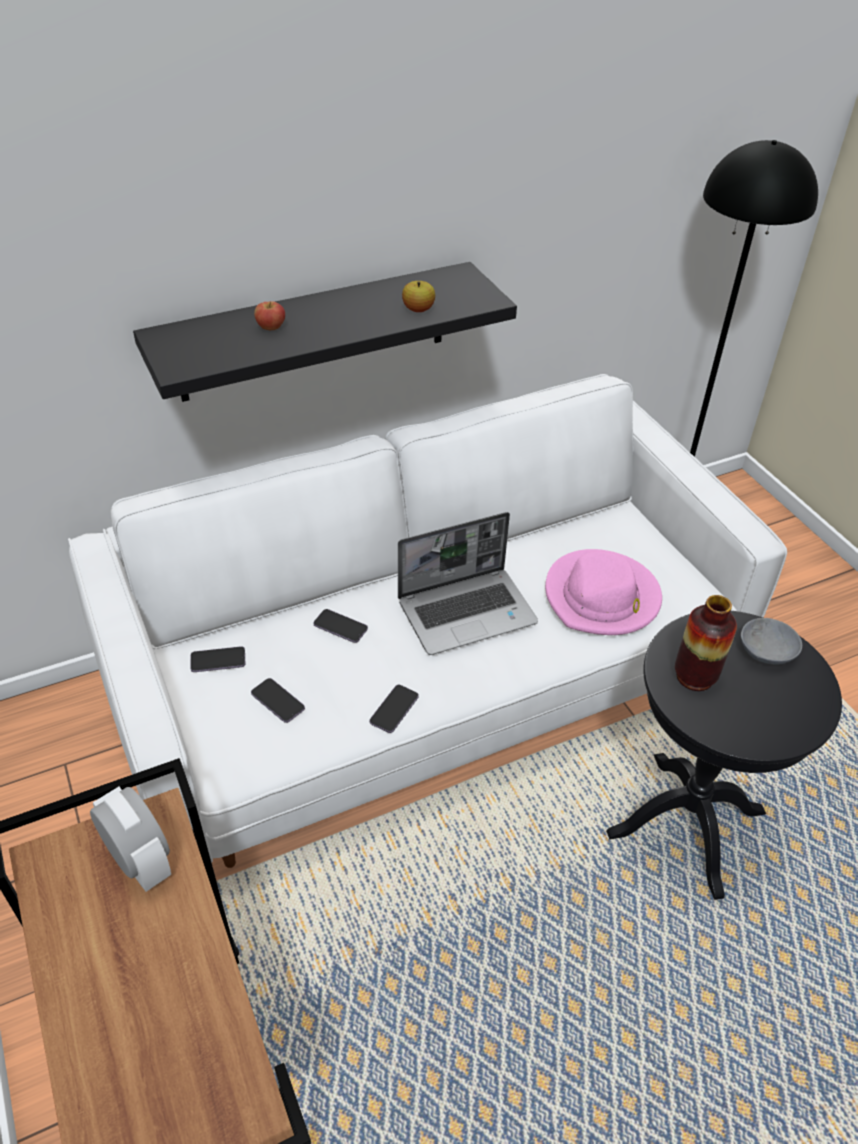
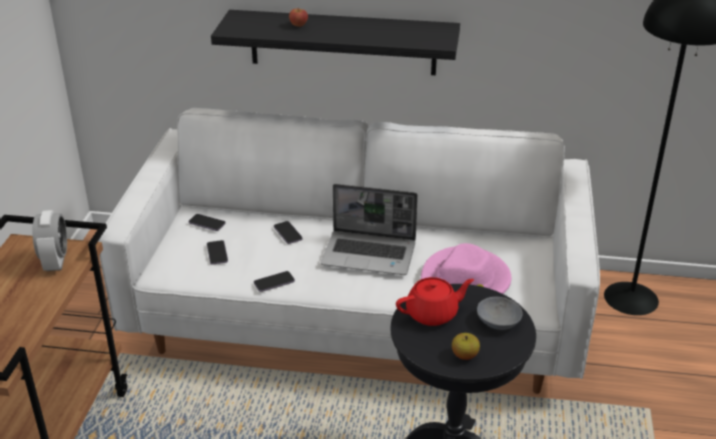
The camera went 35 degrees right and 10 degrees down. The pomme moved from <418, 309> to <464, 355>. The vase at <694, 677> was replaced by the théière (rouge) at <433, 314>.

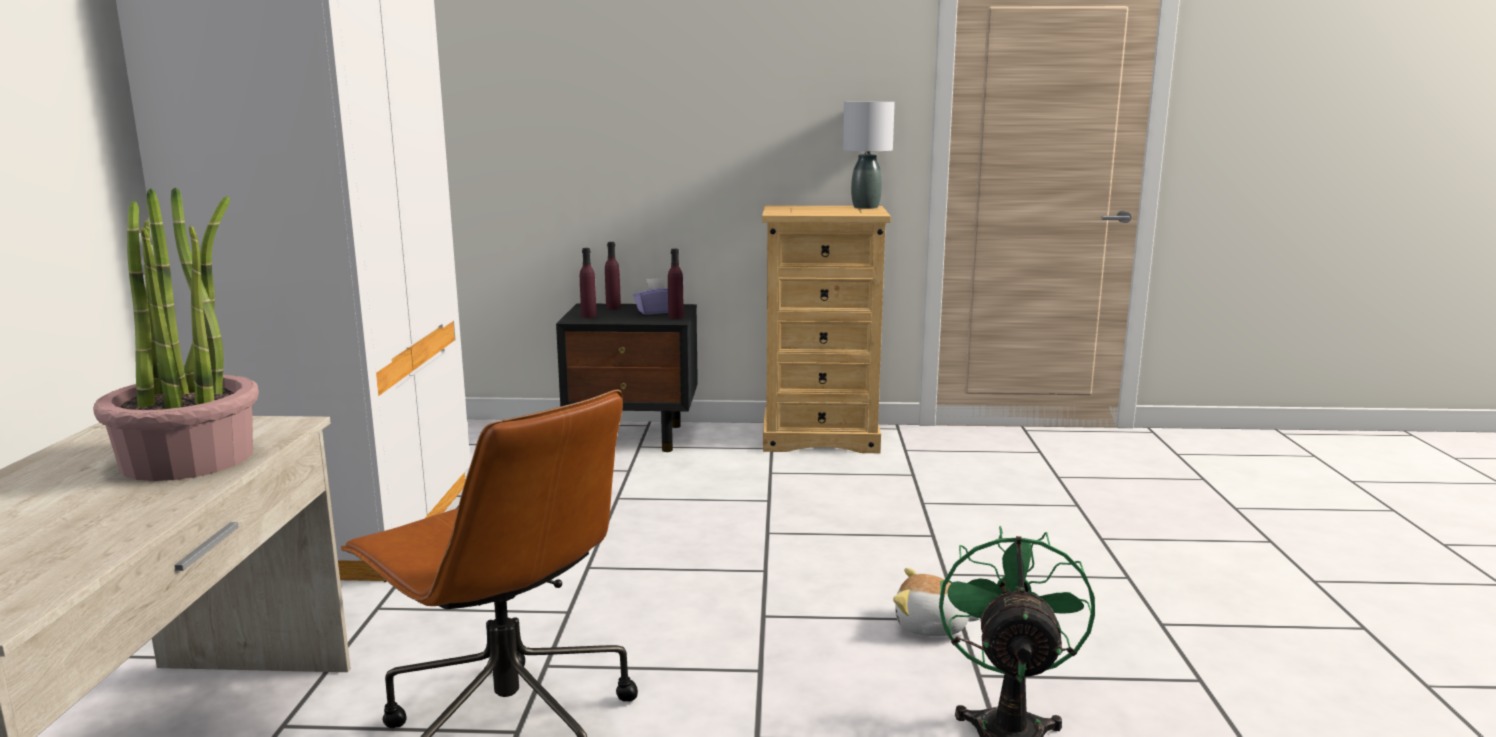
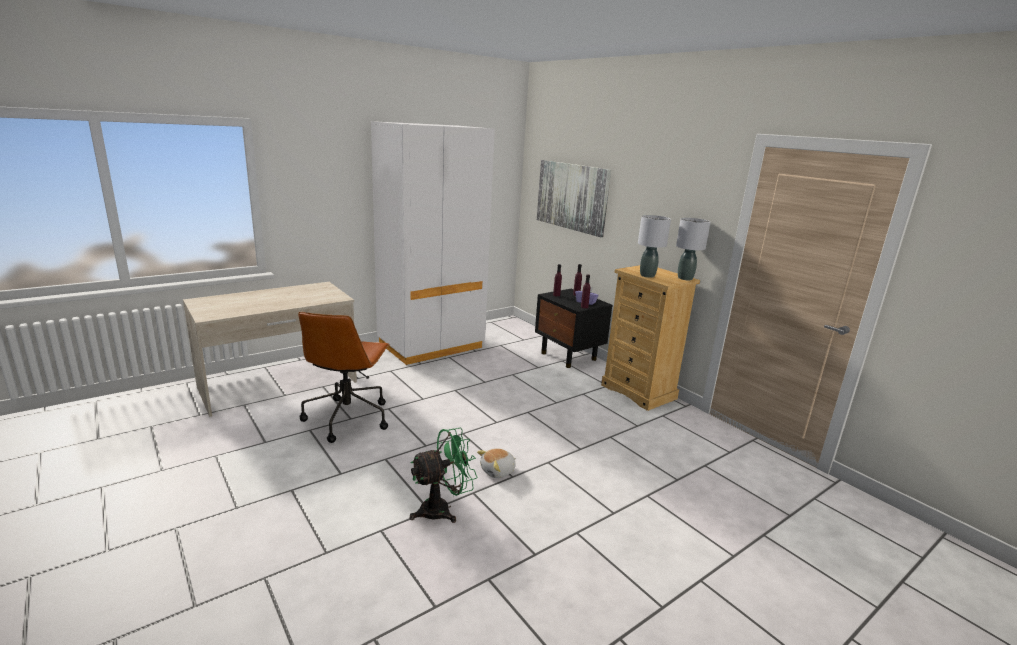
The camera went 50 degrees right and 5 degrees up. The plante en pot at <189, 458> disappeared. The tableau at <572, 196> appeared. The lampe de table (gris) at <647, 275> appeared. The peluche at <931, 626> turned 105 degrees counterclockwise.

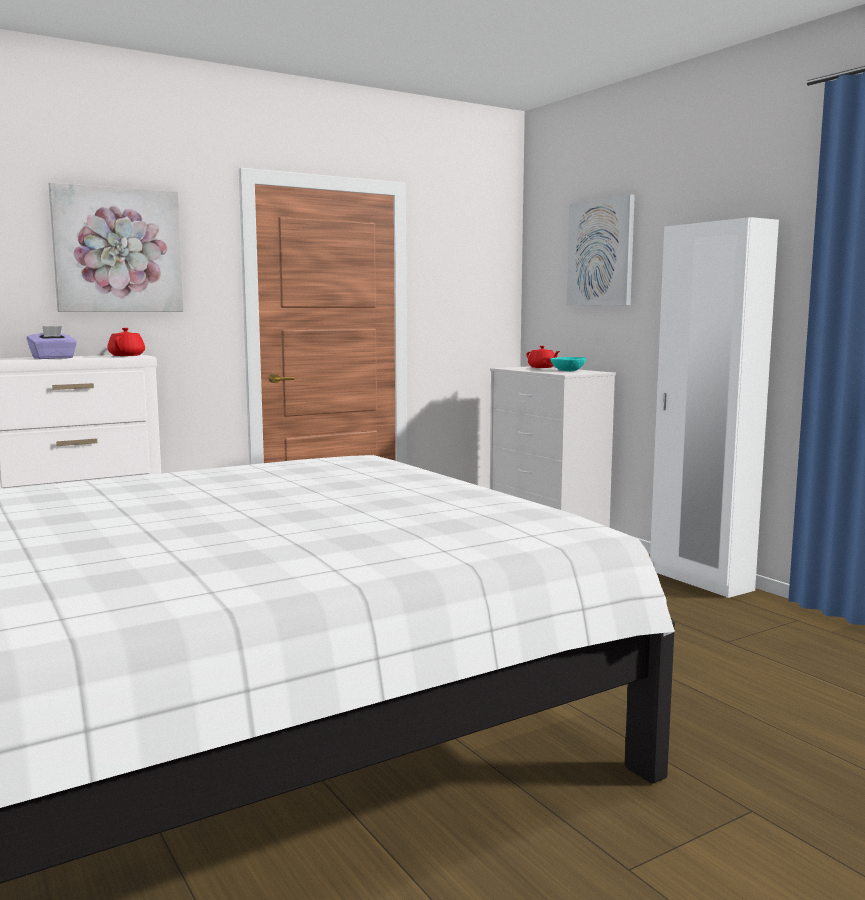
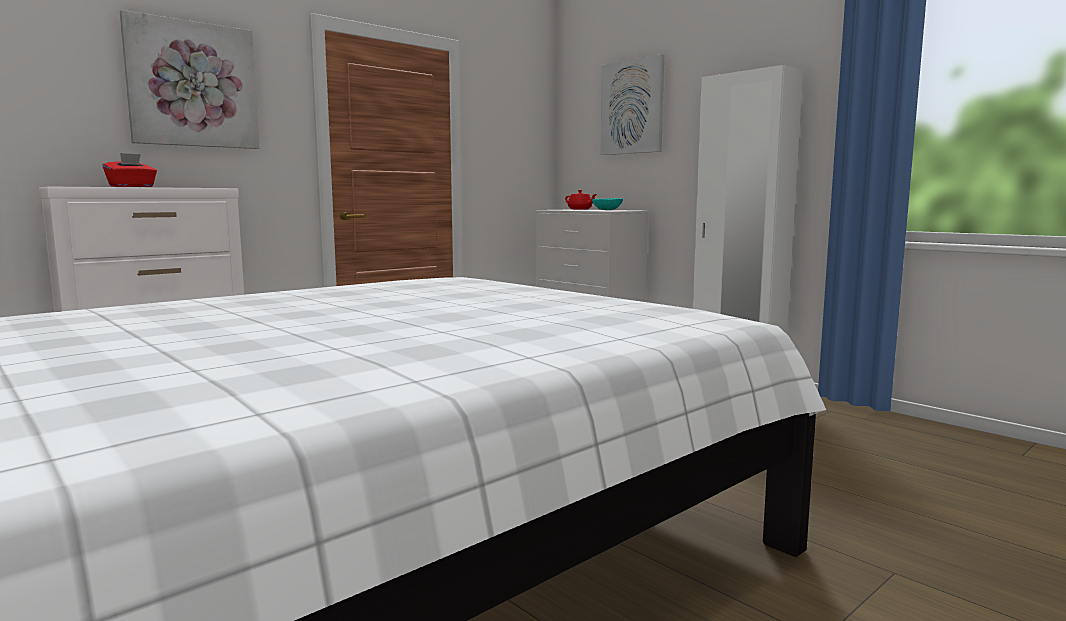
The camera went 10 degrees left and 0 degrees up. The théière (rouge) at <127, 355> disappeared. The boîte à mouchoirs (violet) at <53, 358> became the boîte à mouchoirs (rouge) at <132, 186>.

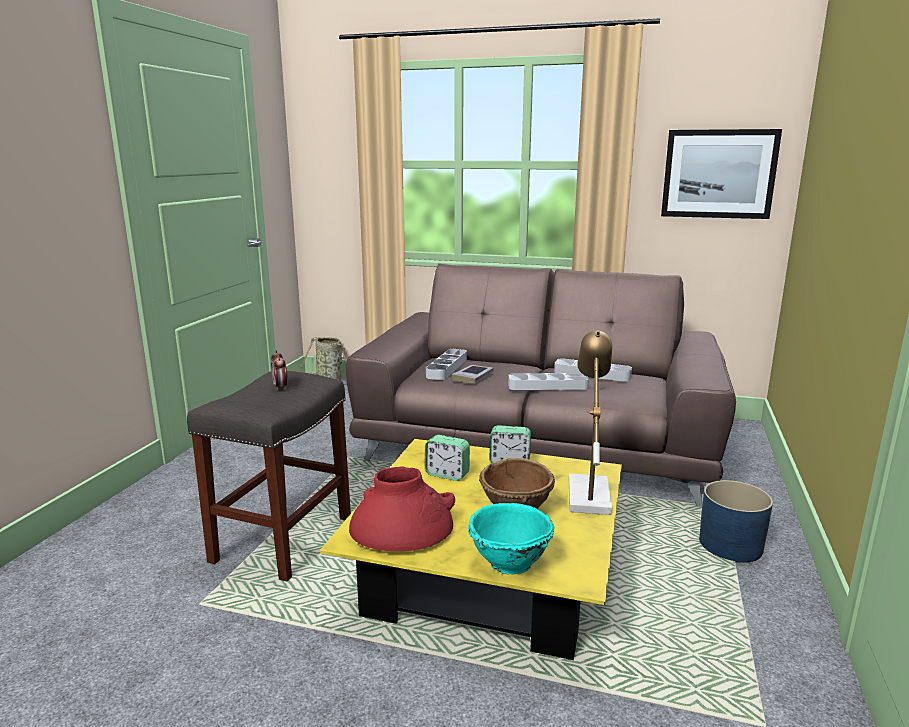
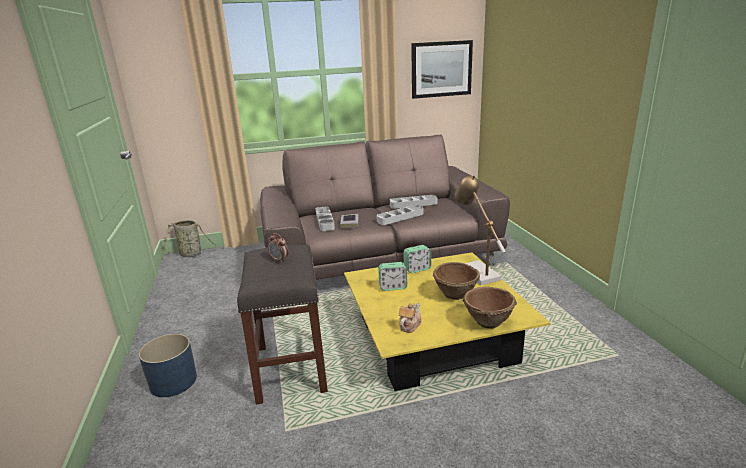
The camera went 30 degrees left and 5 degrees up. The cache-pot (bleu) moved from <730, 545> to <173, 381>. The vase (rouge) at <401, 527> was replaced by the théière at <409, 325>. The bol (turquoise) at <509, 563> became the bol (marron) at <487, 322>.

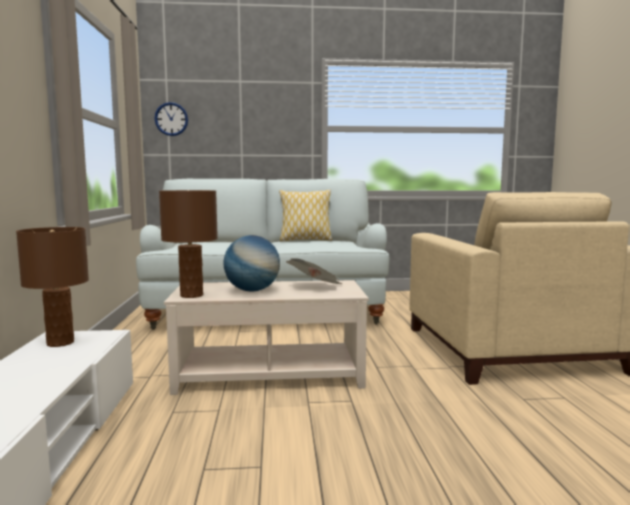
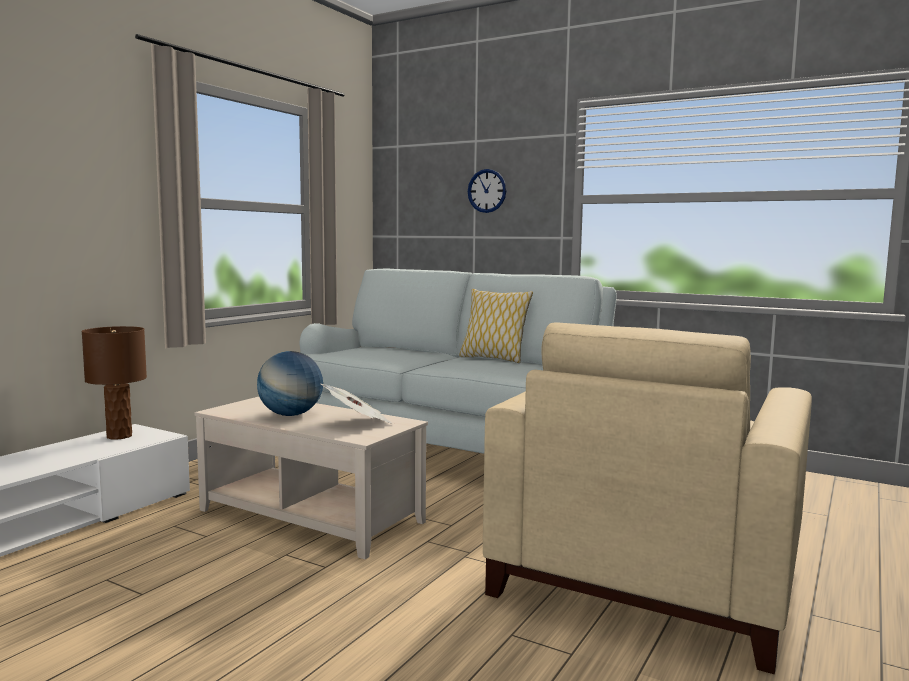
The camera went 35 degrees right and 0 degrees up. The lampe de table (marron) at <191, 295> disappeared. The horloge murale moved from <171, 119> to <487, 191>.

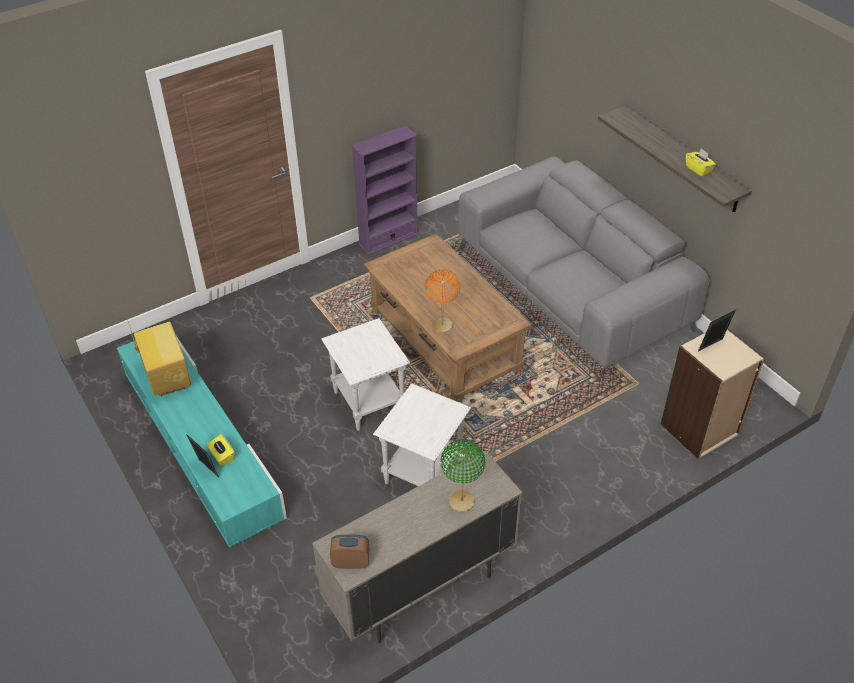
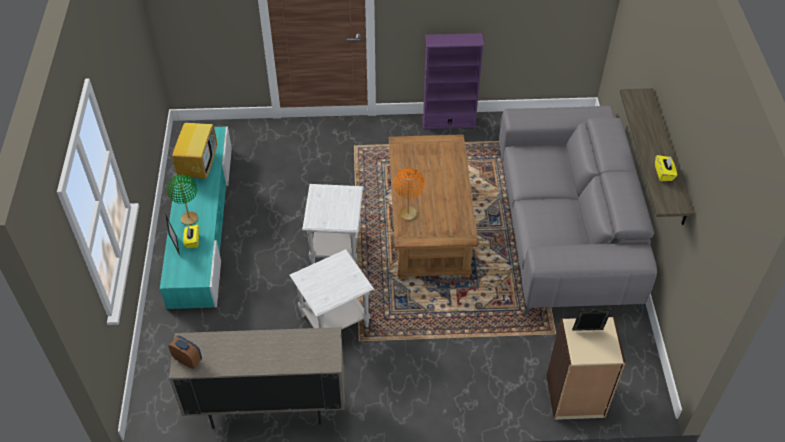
The camera went 30 degrees right and 5 degrees up. The lampe de table (vert) moved from <461, 502> to <189, 219>.

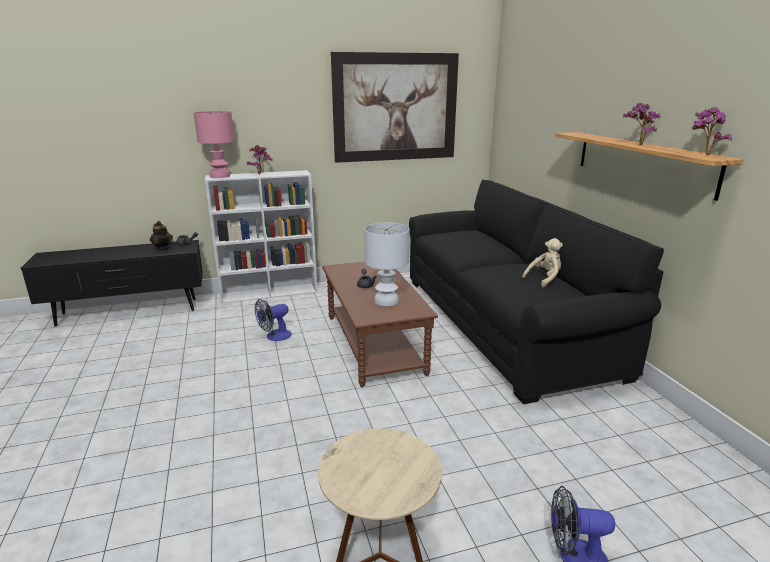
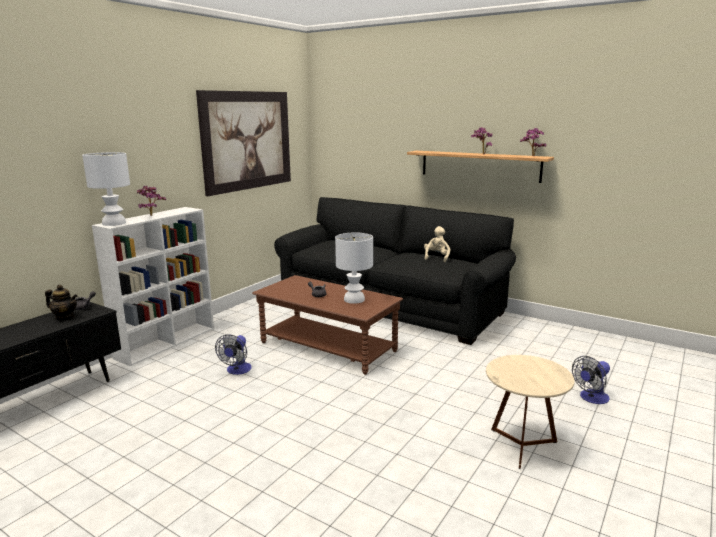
The camera went 40 degrees left and 5 degrees down. The lampe de table (rose) at <220, 176> became the lampe de table (blanc) at <114, 223>.

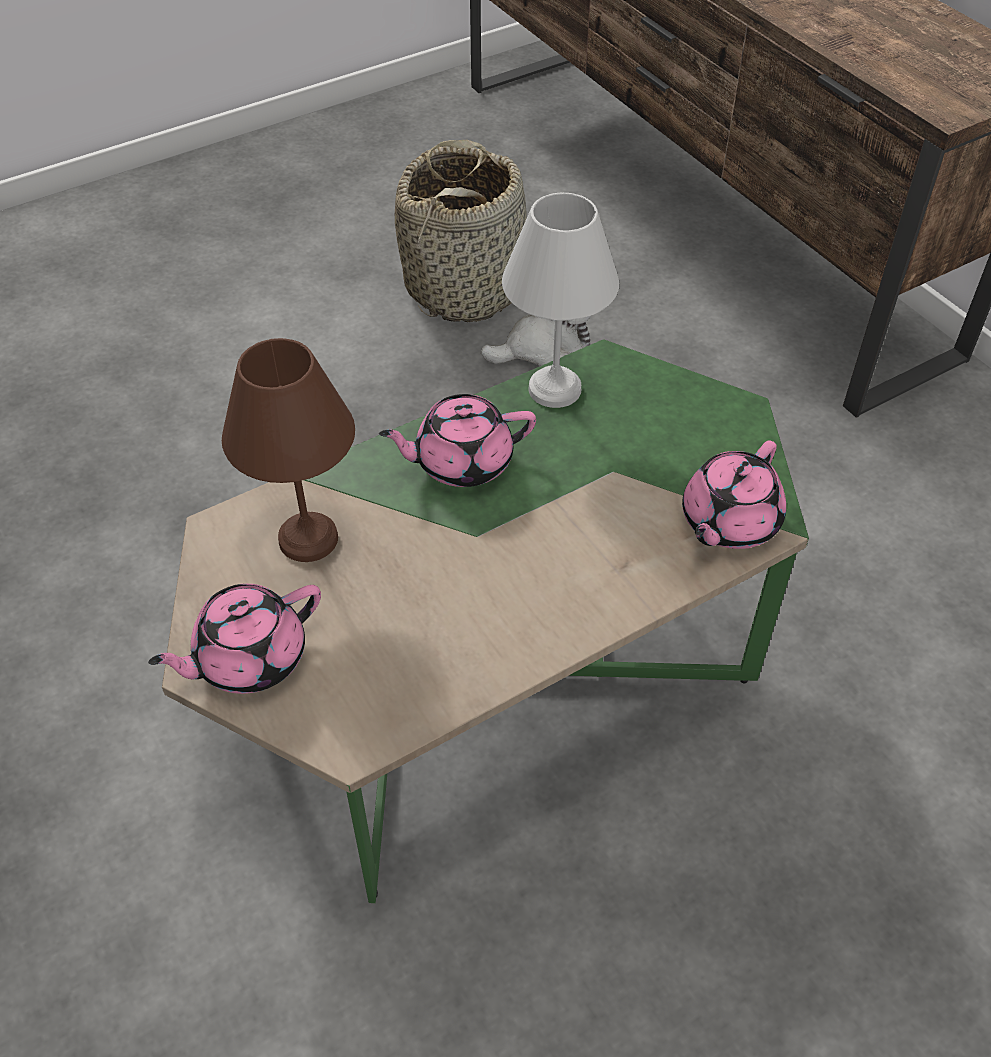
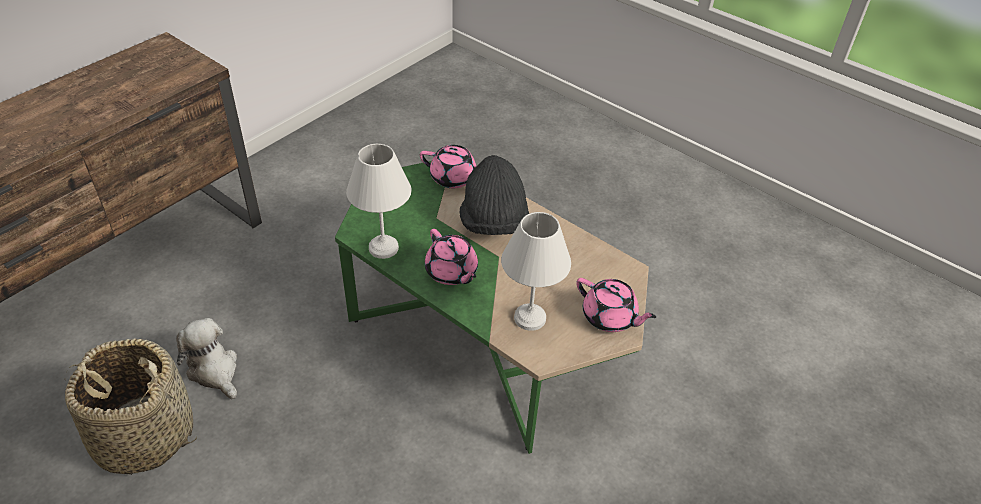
The camera went 110 degrees left and 5 degrees down. The chapeau (noir) at <494, 223> appeared. The lampe de table (marron) at <305, 540> became the lampe de table (blanc) at <531, 318>.

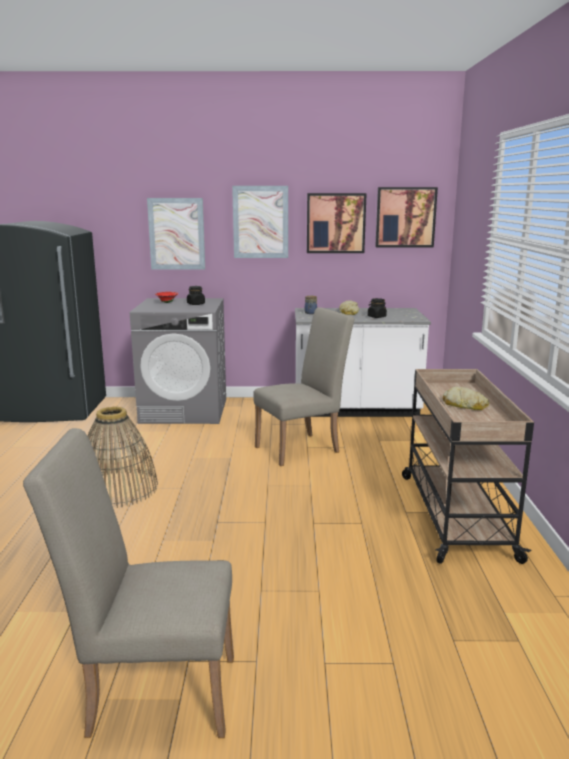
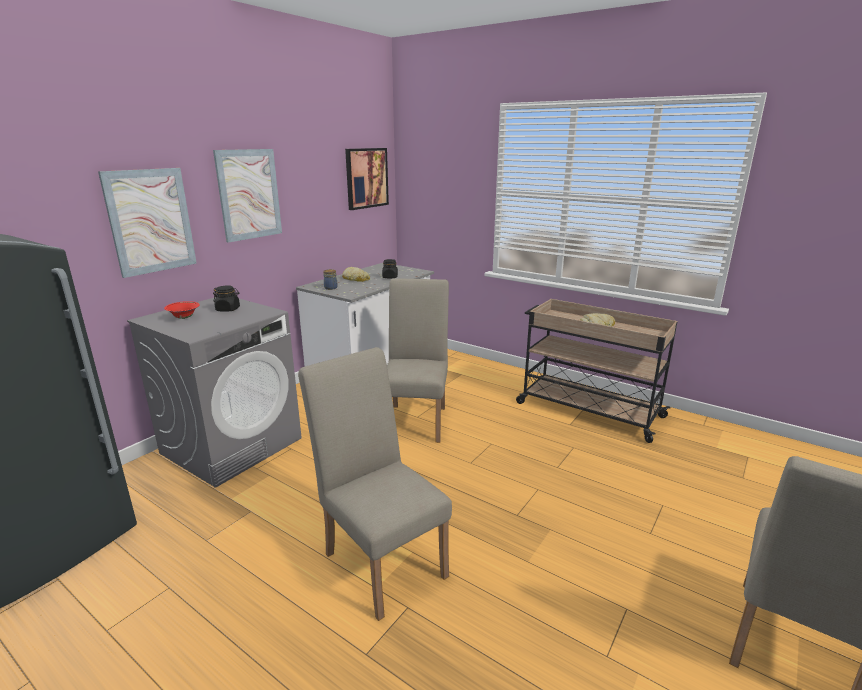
The camera went 55 degrees left and 5 degrees up. The tableau at <335, 223> disappeared. The panier at <118, 489> was replaced by the chaise (beige) at <381, 558>.

